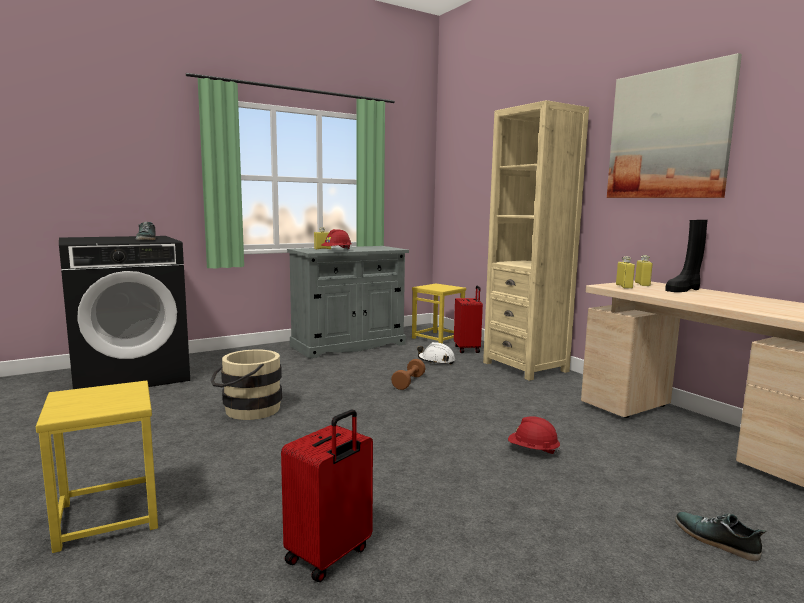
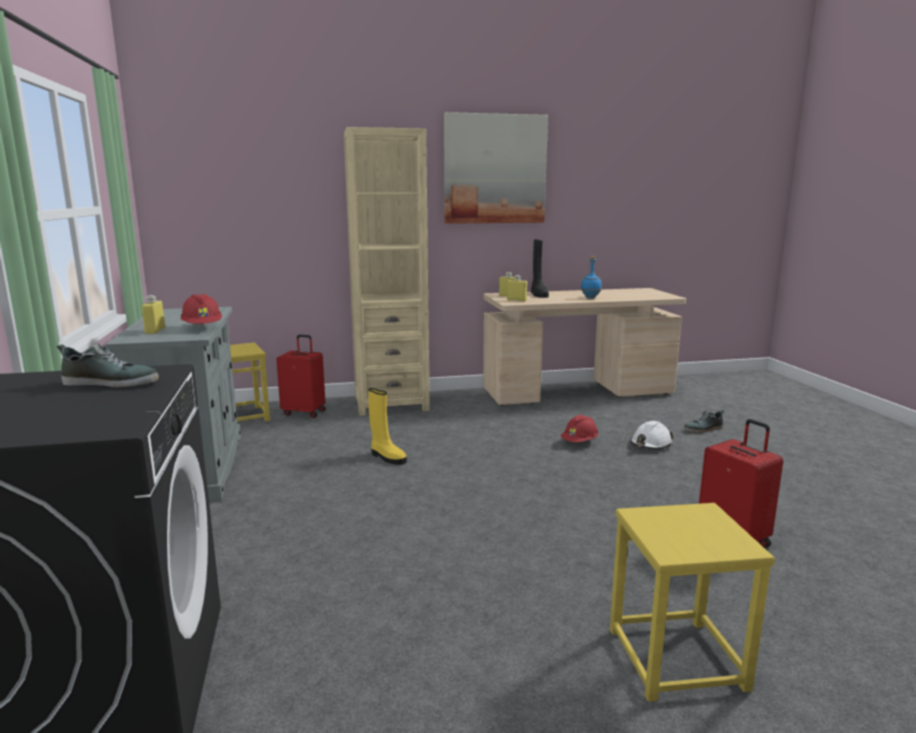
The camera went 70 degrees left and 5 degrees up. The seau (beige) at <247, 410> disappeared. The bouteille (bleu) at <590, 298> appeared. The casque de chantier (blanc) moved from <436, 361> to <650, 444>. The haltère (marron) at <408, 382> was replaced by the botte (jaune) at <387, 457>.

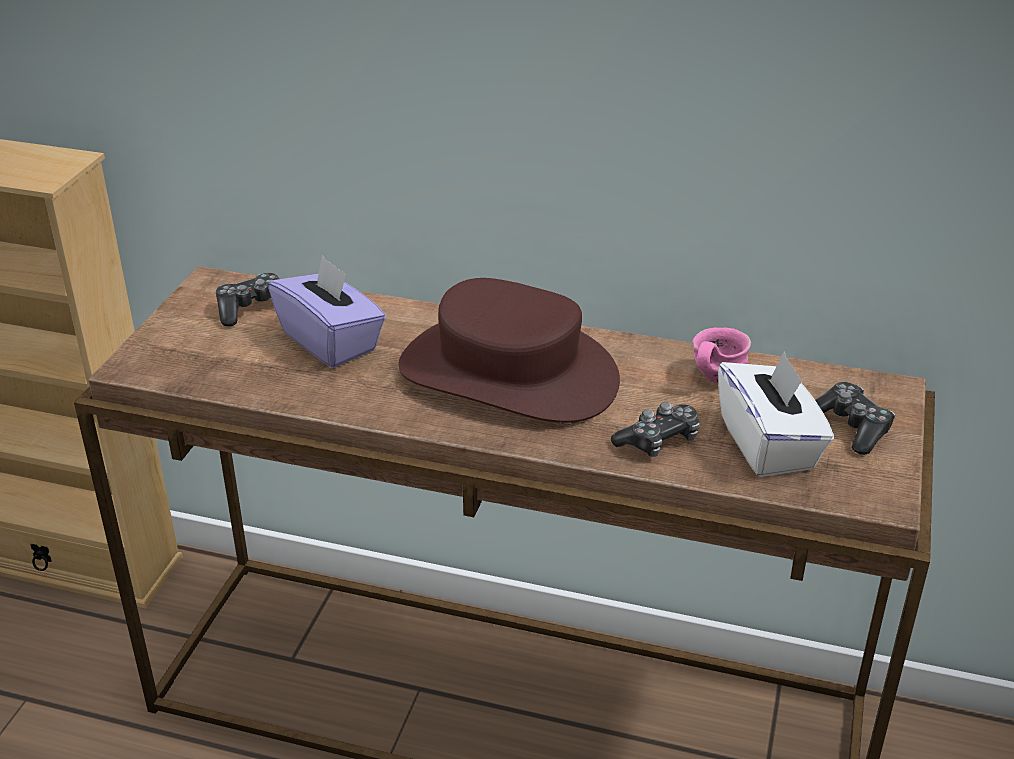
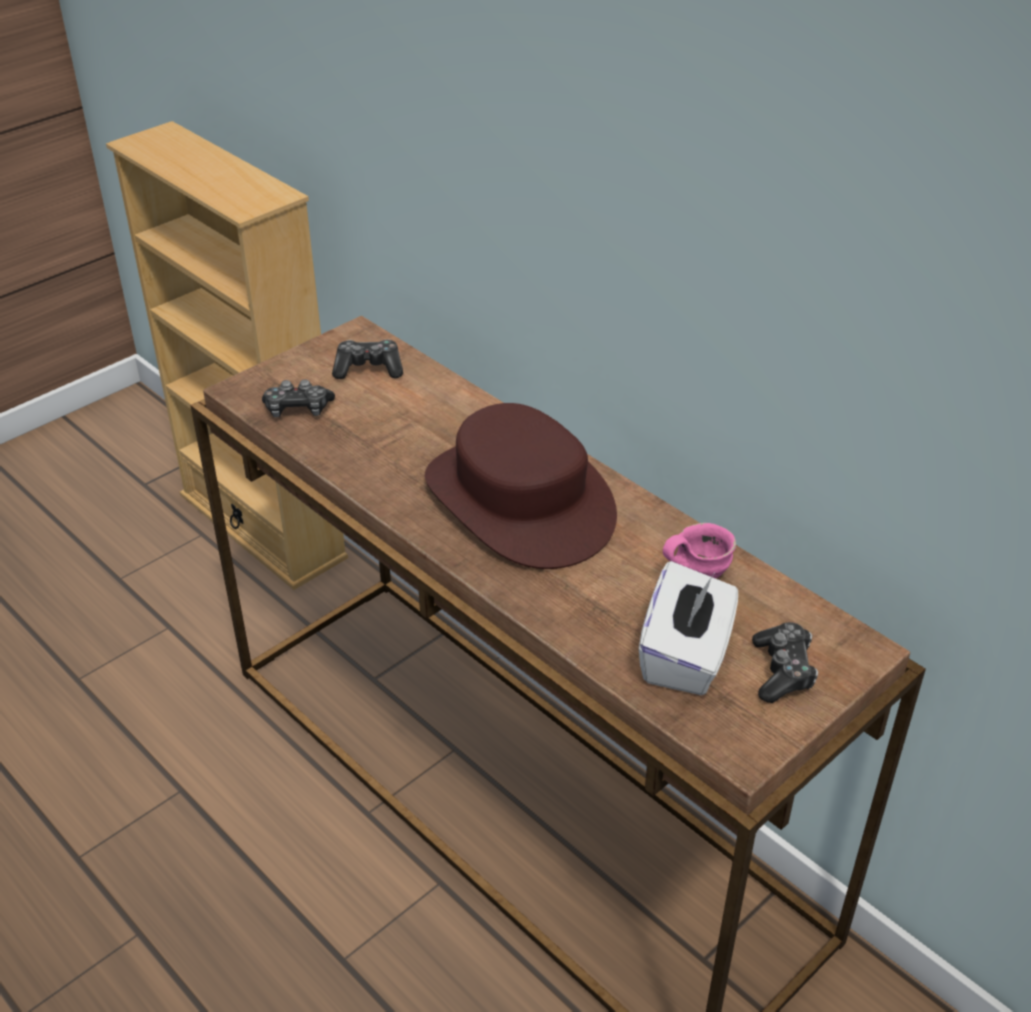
The camera went 30 degrees right and 5 degrees up. The boîte à mouchoirs (violet) at <331, 341> disappeared. The manette moved from <658, 441> to <298, 409>.

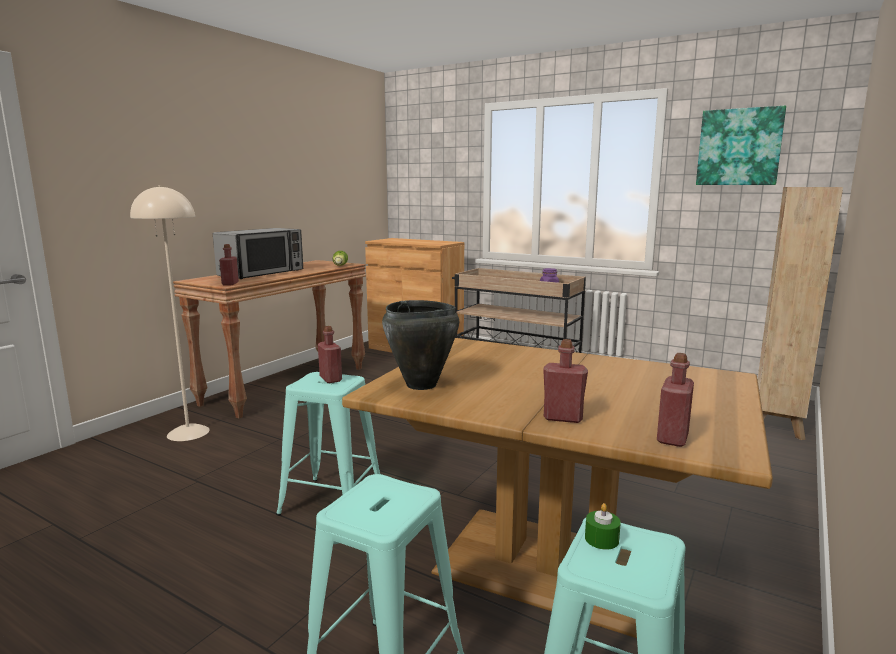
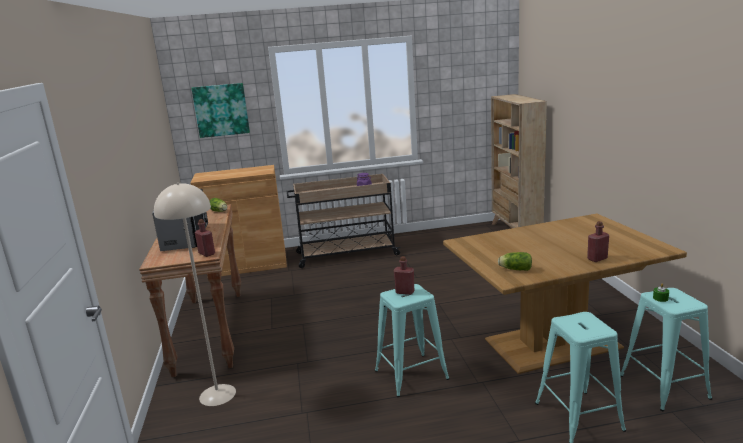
The camera went 40 degrees left and 5 degrees up. The bouteille (rouge) at <672, 438> disappeared. The tableau moved from <739, 147> to <221, 110>. The marmite (noir) at <421, 385> was replaced by the laitue at <514, 269>.

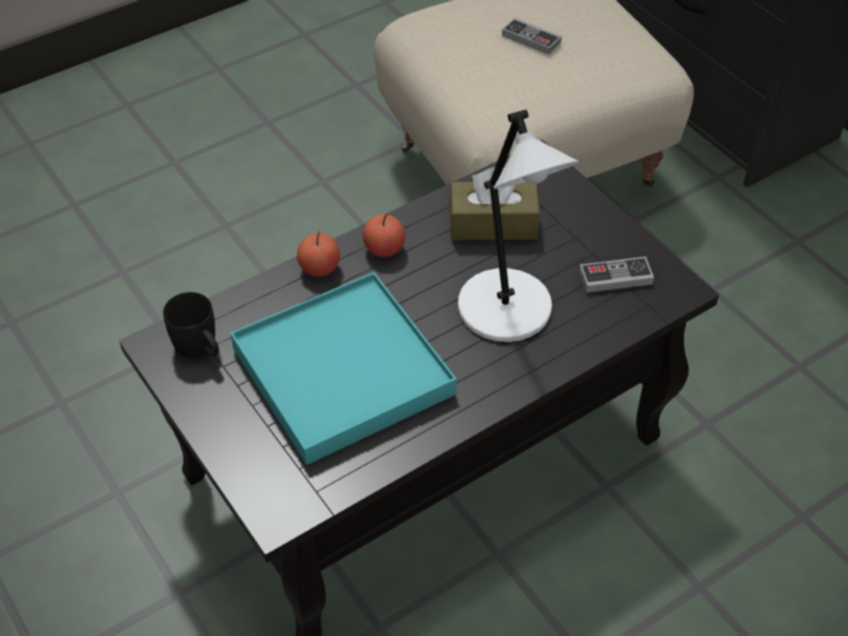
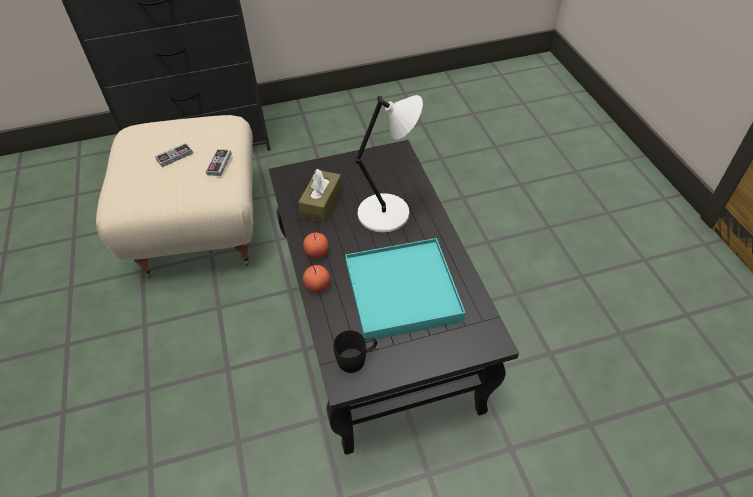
The camera went 70 degrees left and 0 degrees up. The manette moved from <615, 277> to <219, 164>.

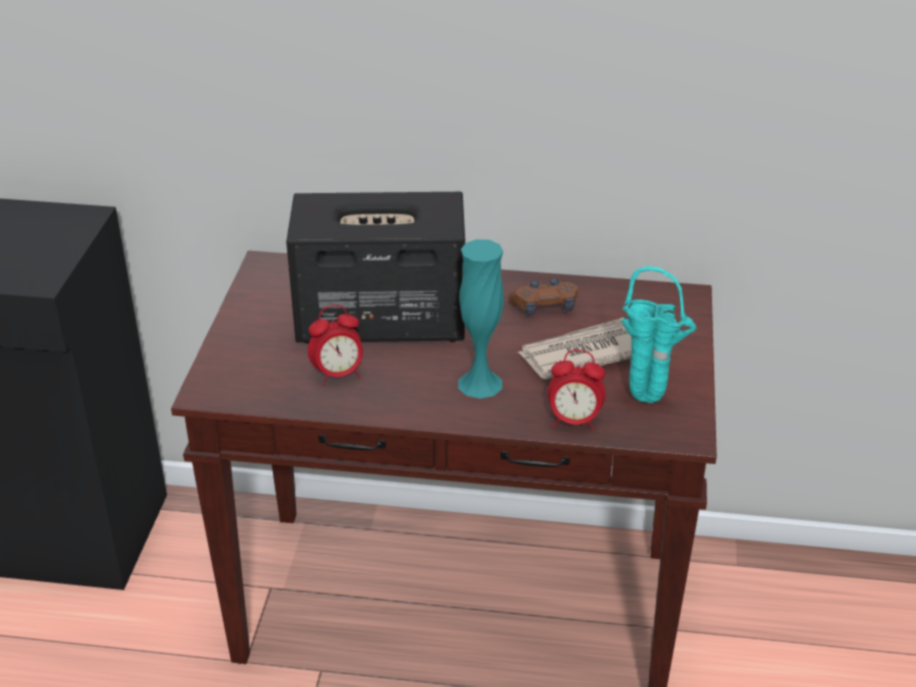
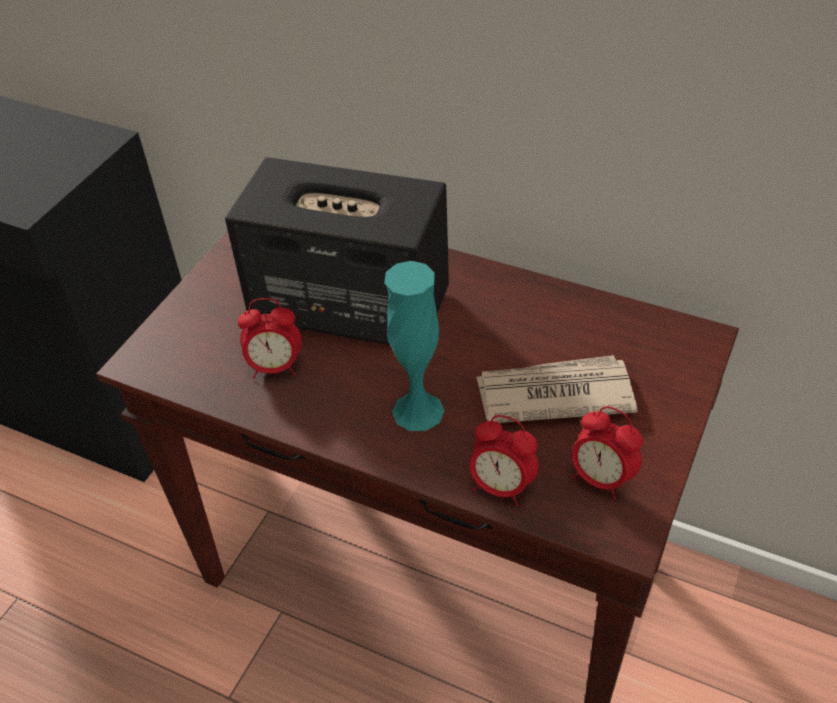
The camera went 20 degrees right and 10 degrees up. The manette (marron) at <544, 307> disappeared. The vase (turquoise) at <650, 402> was replaced by the réveil at <601, 479>.

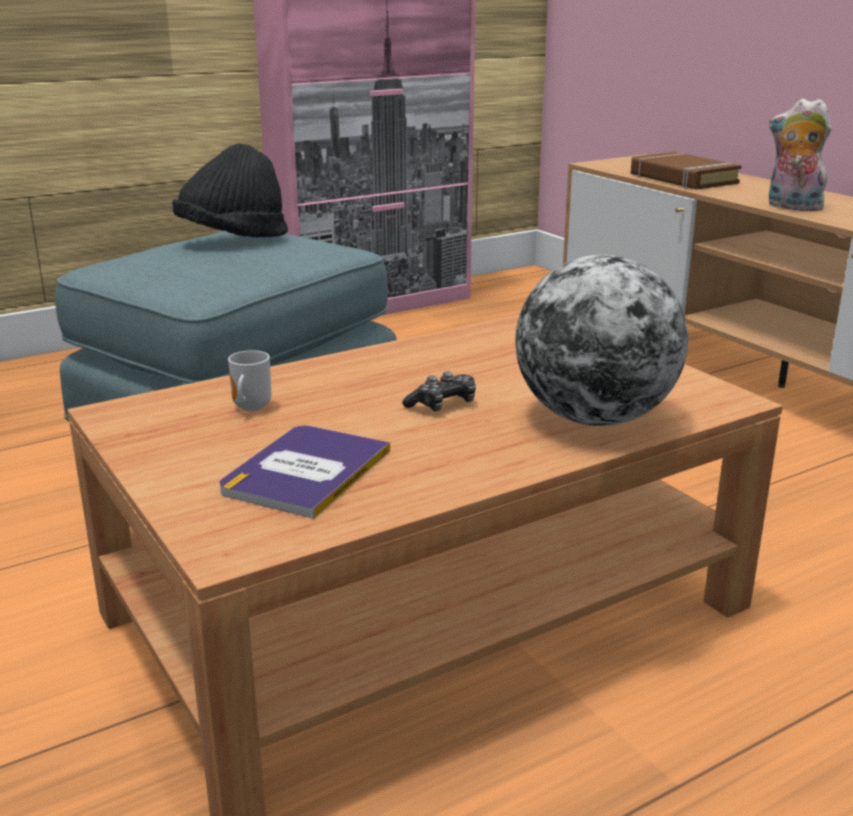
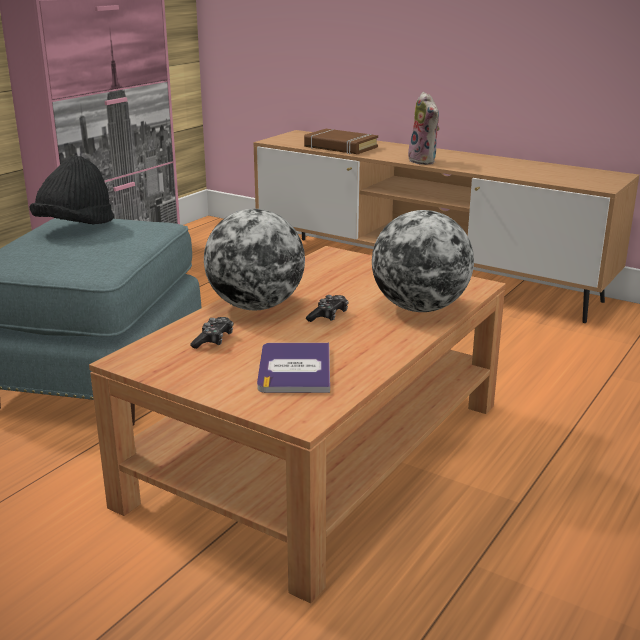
The camera went 25 degrees left and 0 degrees up. The globe at <256, 306> appeared. The mug at <249, 408> was replaced by the manette at <214, 340>. The peluche at <791, 207> turned 120 degrees counterclockwise.

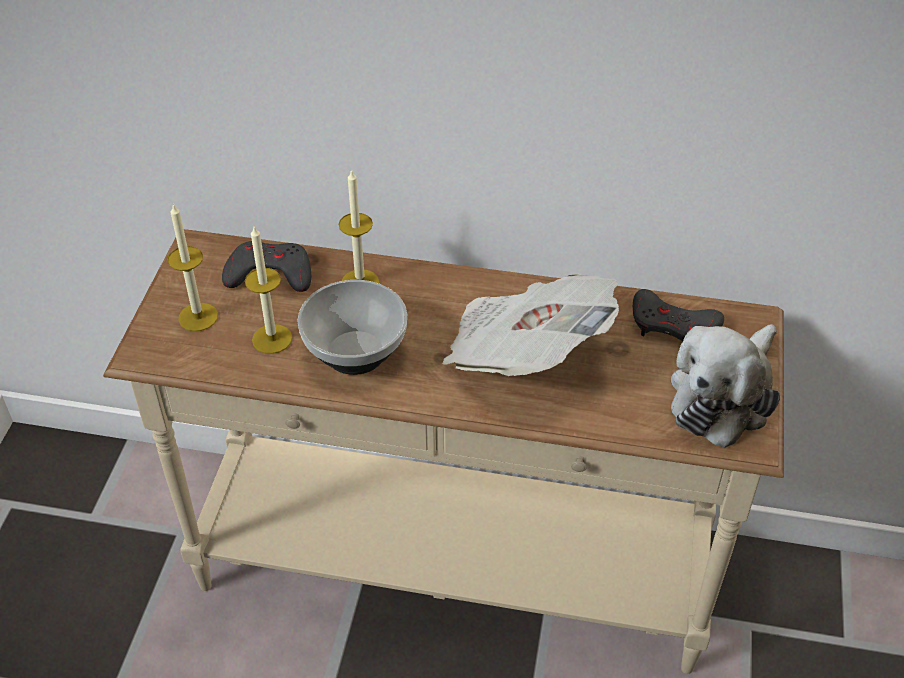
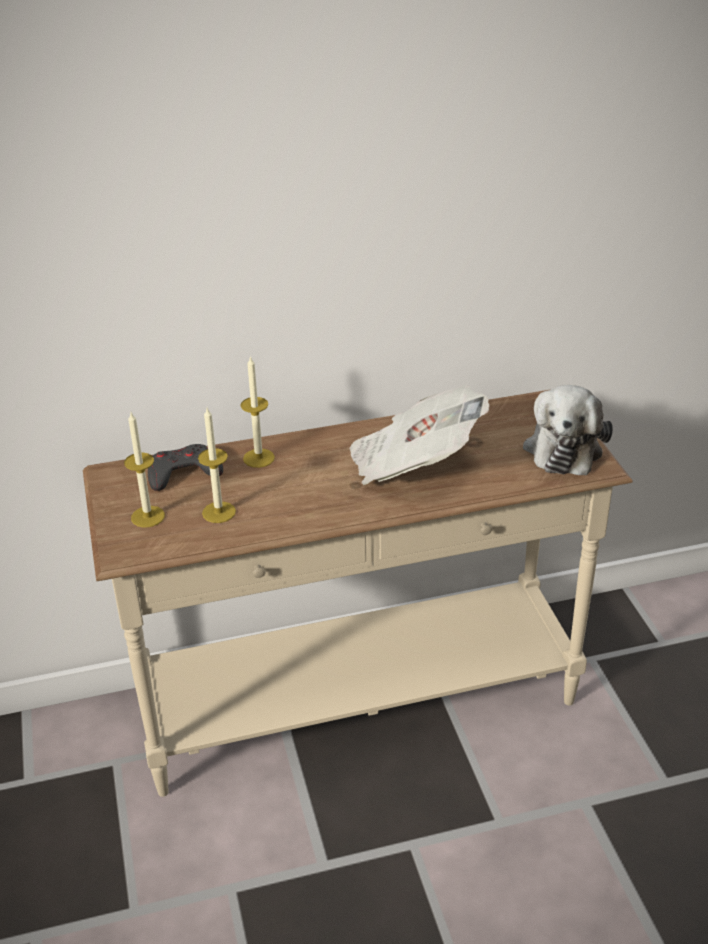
The camera went 25 degrees left and 10 degrees down. The bol at <354, 353> disappeared. The manette (gris) at <673, 325> disappeared.

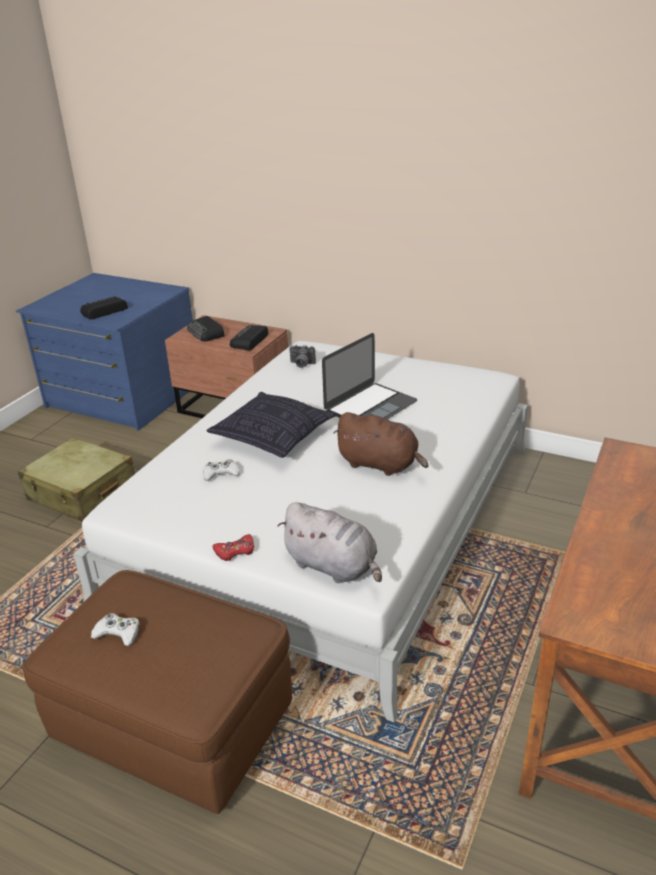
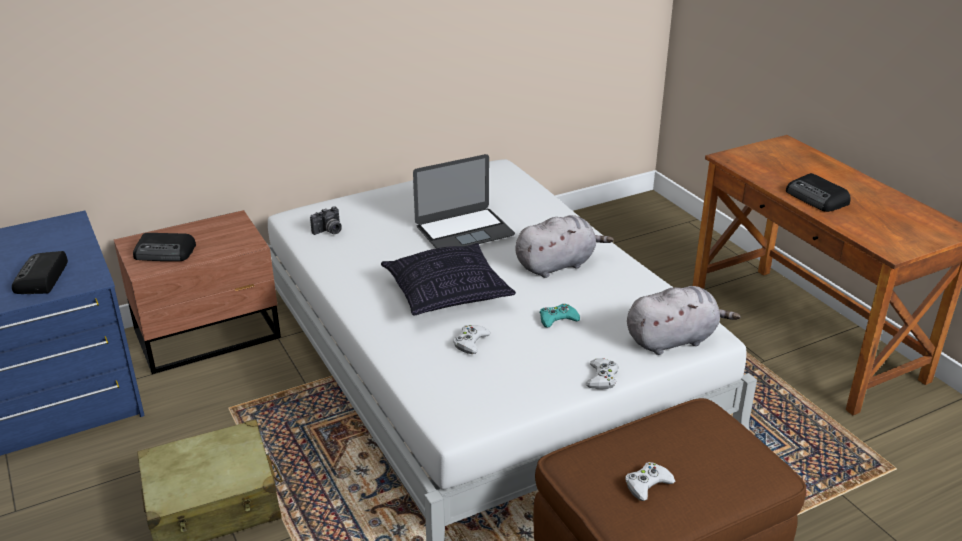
The camera went 55 degrees left and 0 degrees up. The manette (turquoise) at <557, 319> appeared. The radio moved from <249, 341> to <817, 198>. The manette (rouge) at <235, 551> became the manette (blanc) at <602, 378>. The peluche (marron) at <380, 465> became the peluche (gris) at <557, 264>. The ordinateur portable at <370, 406> turned 75 degrees clockwise.

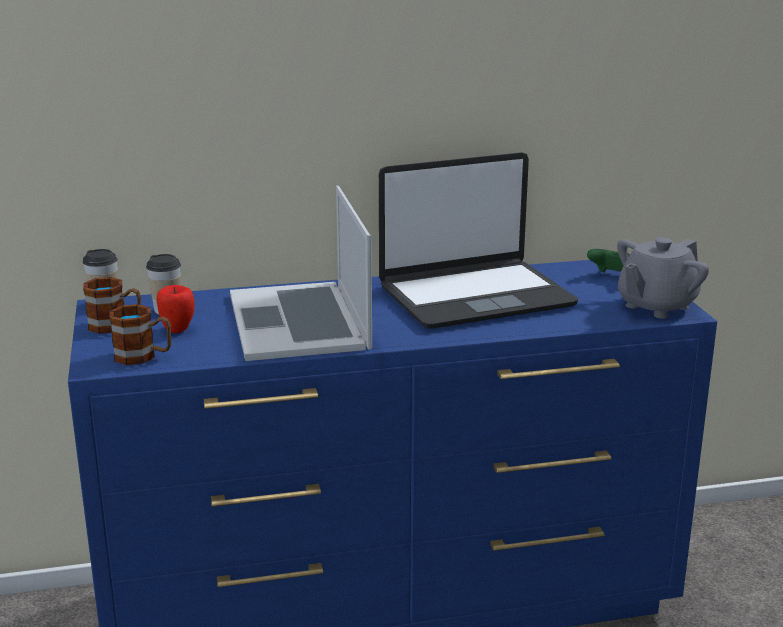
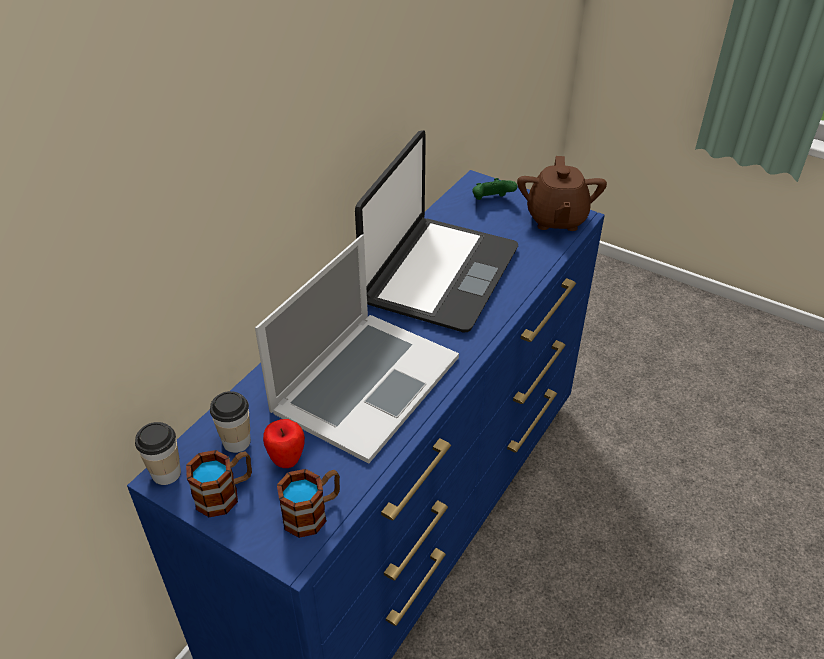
The camera went 45 degrees left and 20 degrees up. The théière (gris) at <656, 306> became the théière (marron) at <556, 219>. The ordinateur portable at <299, 321> turned 90 degrees counterclockwise.

